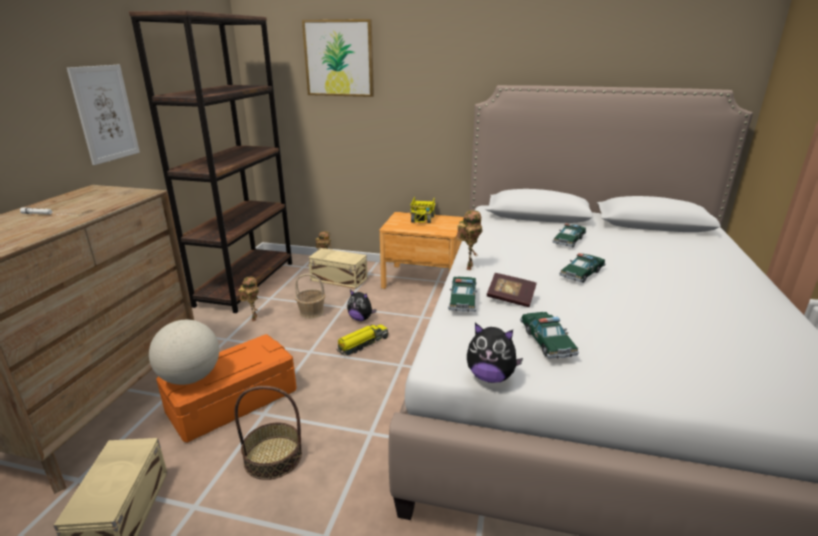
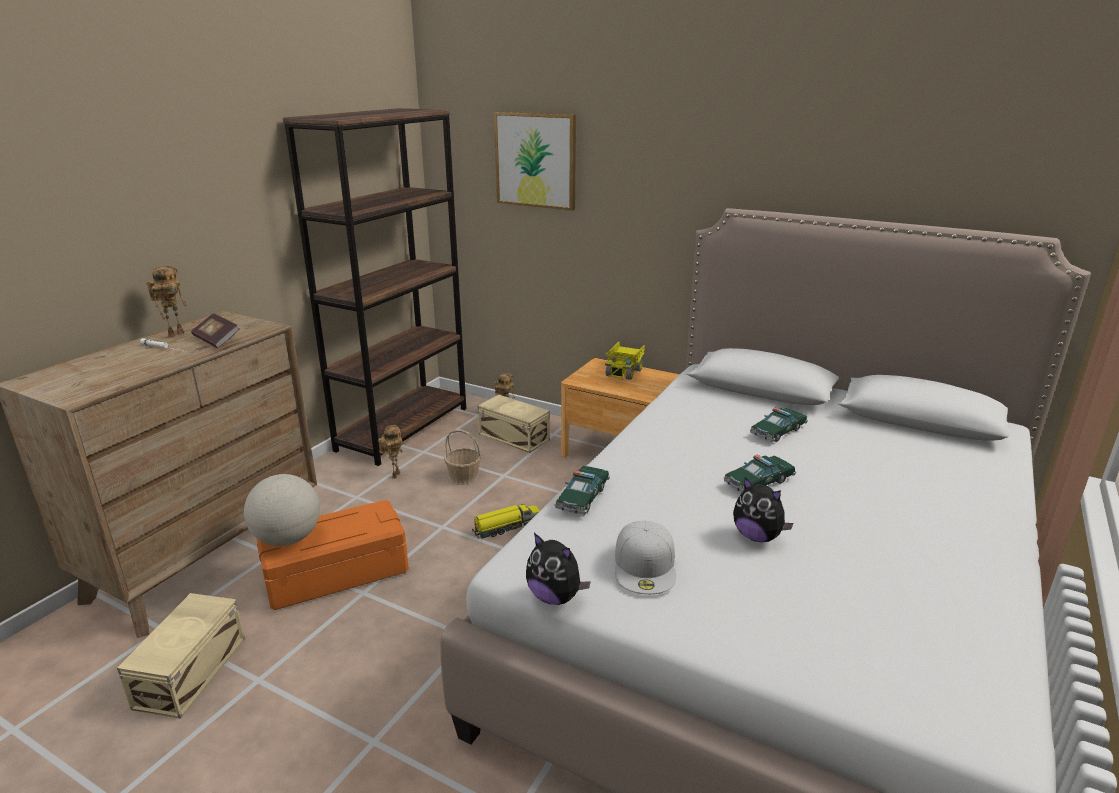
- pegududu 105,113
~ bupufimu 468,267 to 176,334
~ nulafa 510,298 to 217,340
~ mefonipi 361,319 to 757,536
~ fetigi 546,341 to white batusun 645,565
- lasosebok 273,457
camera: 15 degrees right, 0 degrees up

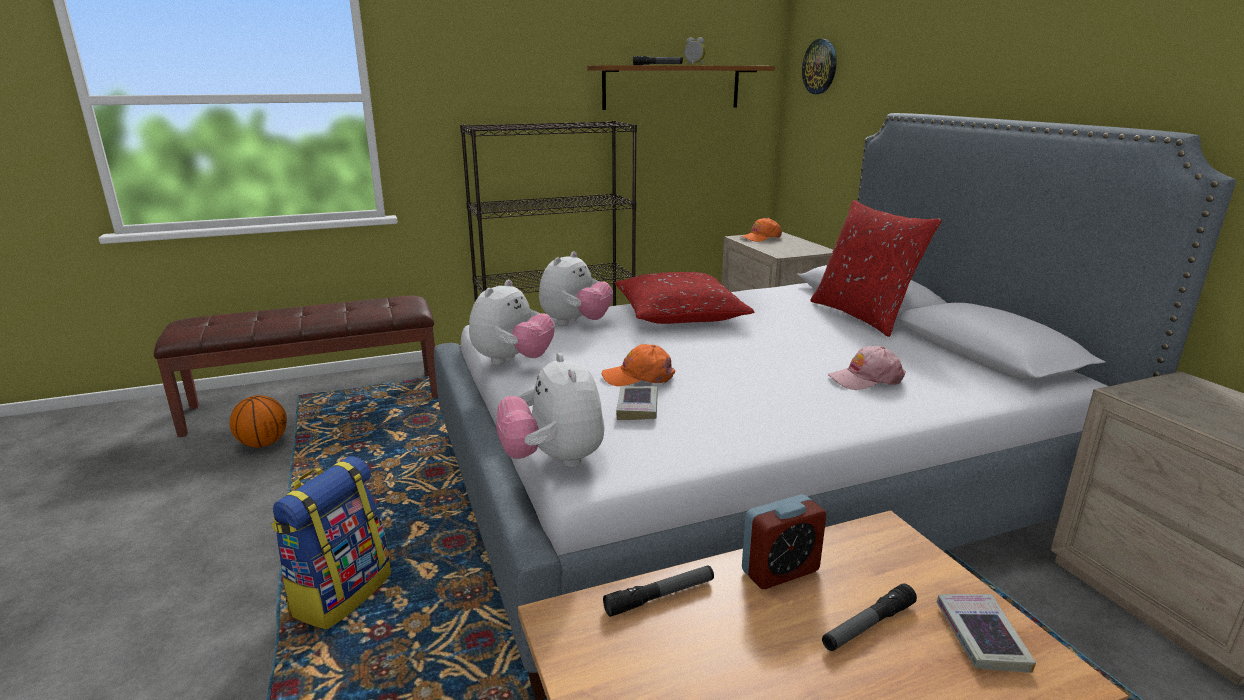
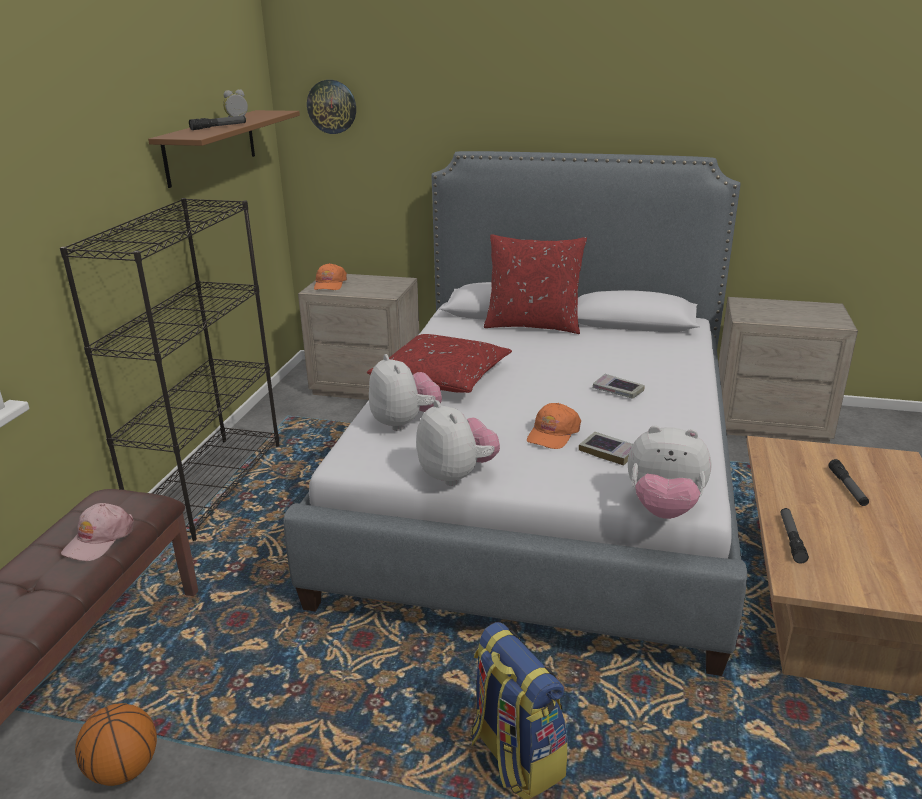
~ pink batusun 865,379 to 99,539
- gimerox 780,571
~ nulafa 981,637 to 618,390
camera: 55 degrees left, 5 degrees up

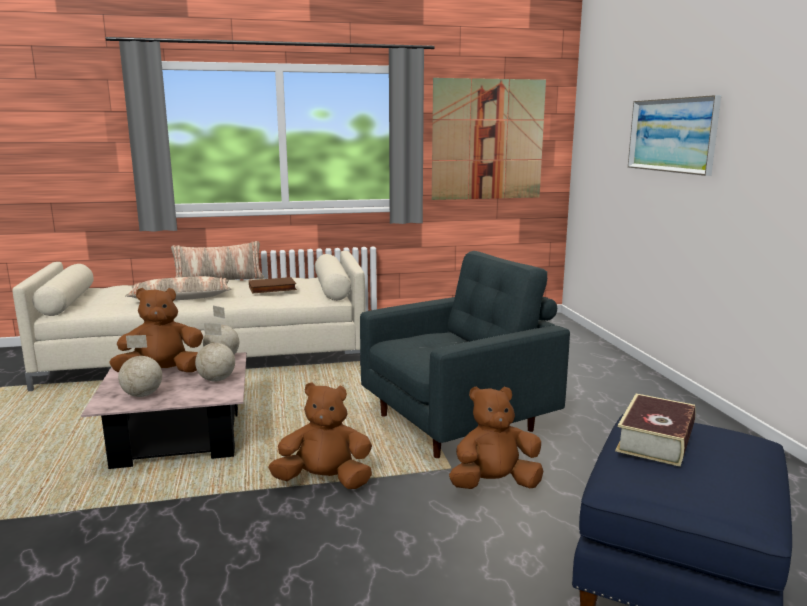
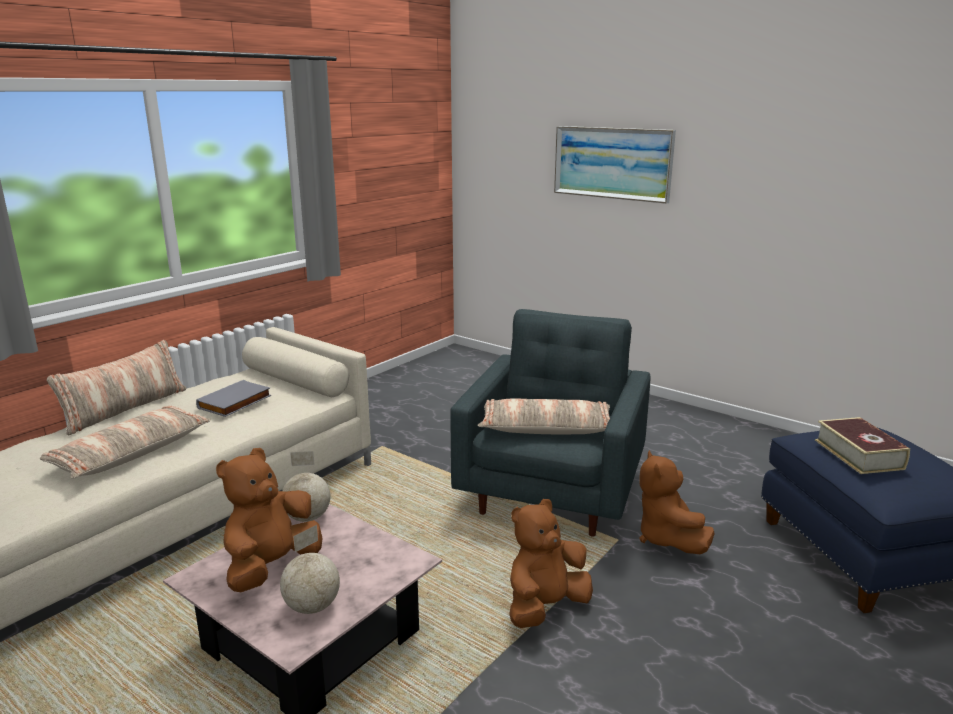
- pegududu 488,140
~ brown nulafa 272,289 to grey nulafa 235,402
- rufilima 217,380
~ brown mefonipi 494,484 = 667,538 45 degrees counterclockwise
+ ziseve 546,428
camera: 40 degrees left, 5 degrees up

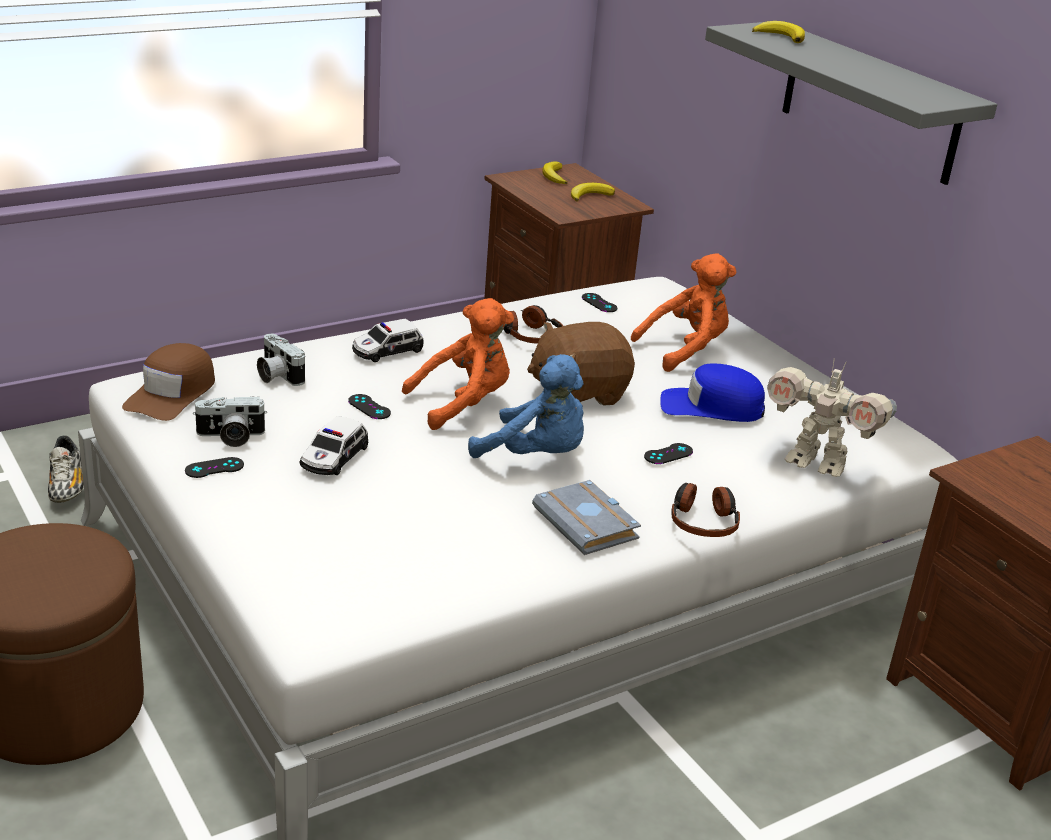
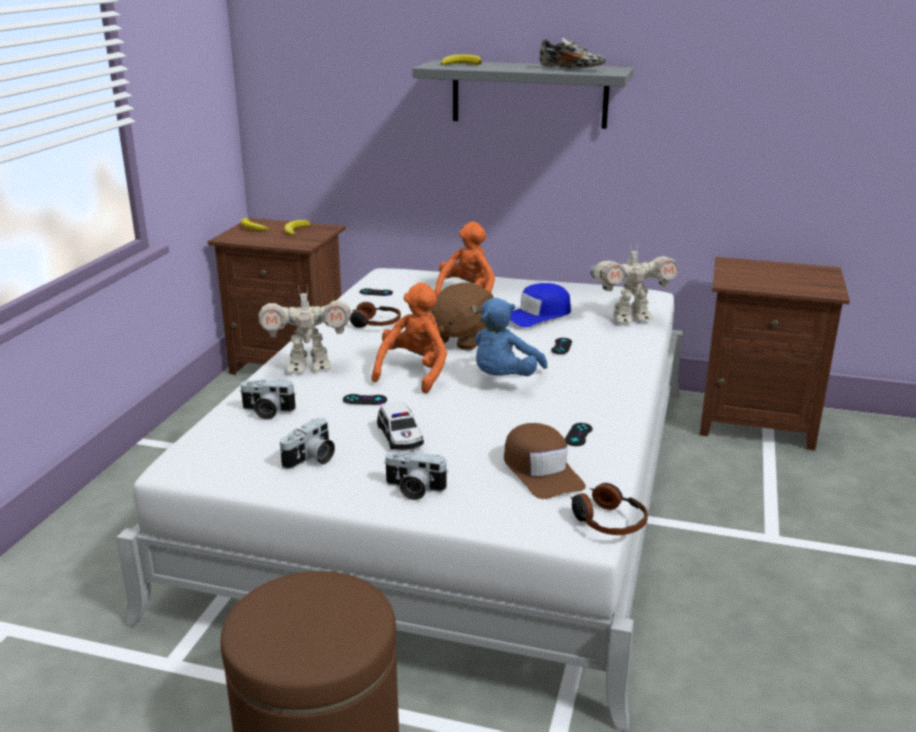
~ fetigi 387,350 to bupufimu 309,366
~ brown batusun 172,393 to 541,471
~ blue mefonipi 536,456 = 504,379 135 degrees clockwise
~ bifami 67,486 to 571,69
~ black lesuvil 214,468 to 578,435
- grey nulafa 589,524
~ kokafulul 703,521 to 607,520
+ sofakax 413,489
camera: 40 degrees left, 5 degrees down

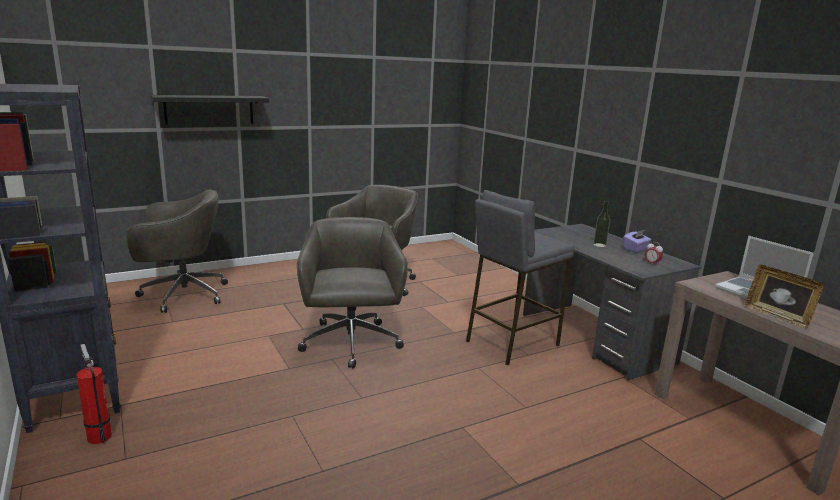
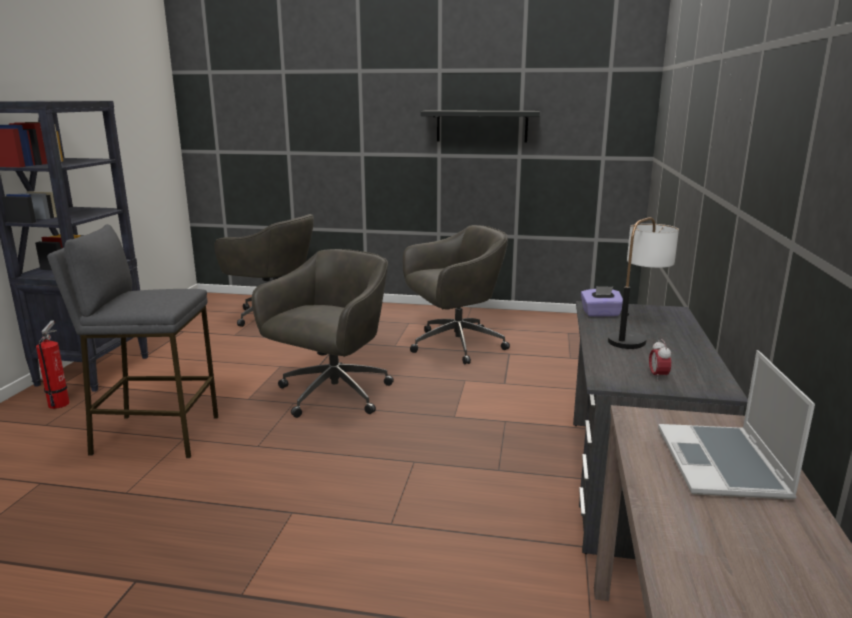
~ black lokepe 209,109 to 482,126
~ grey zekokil 511,343 to 156,435
~ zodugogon 599,245 to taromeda 636,336
~ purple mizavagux 635,249 to 601,314
- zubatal 777,316
camera: 40 degrees right, 0 degrees up

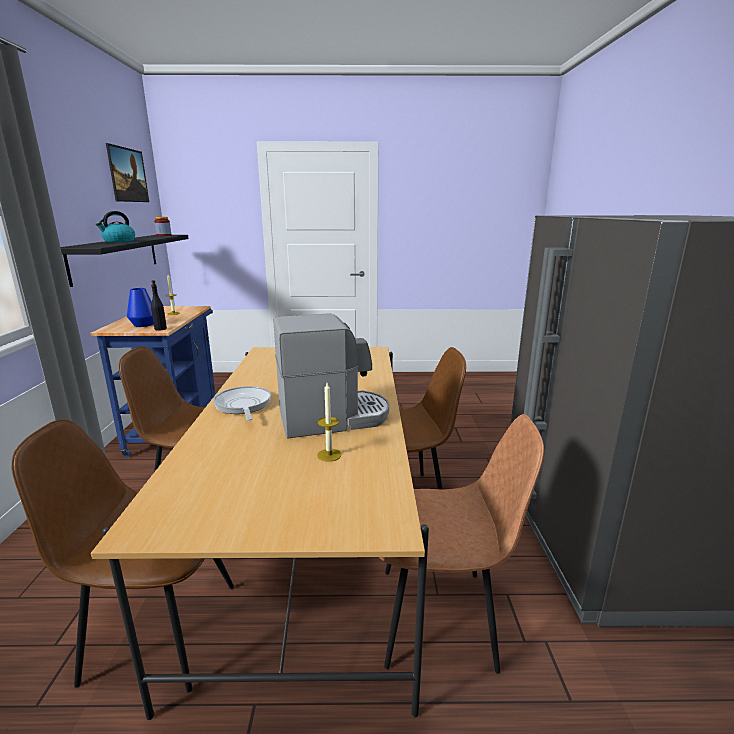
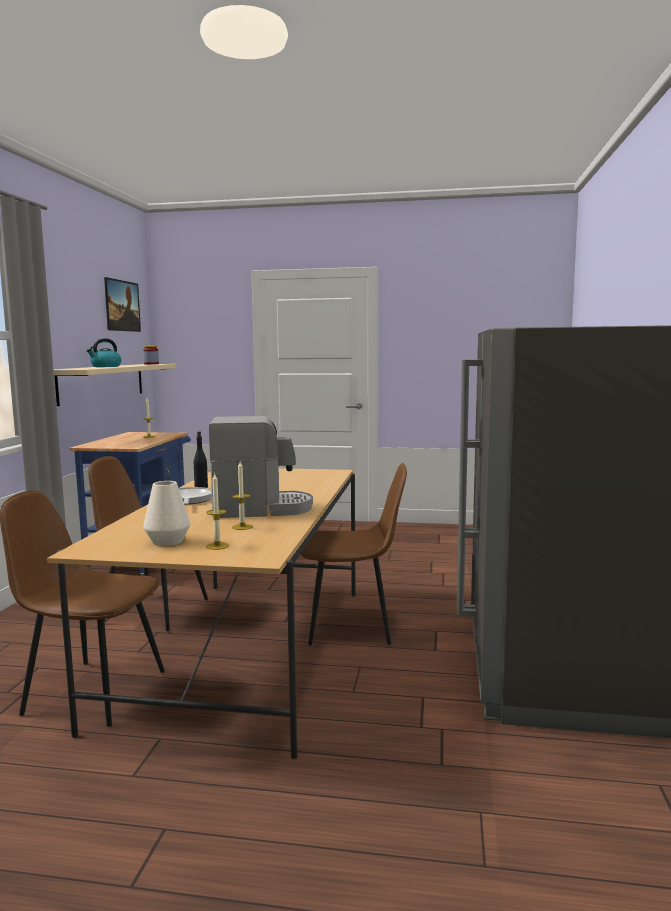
~ black lokepe 116,257 to beige lokepe 102,382
~ black zodugogon 160,329 to 201,487
- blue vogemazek 143,325
- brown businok 440,617
+ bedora 217,546
+ white vogemazek 167,542
camera: 10 degrees right, 10 degrees down

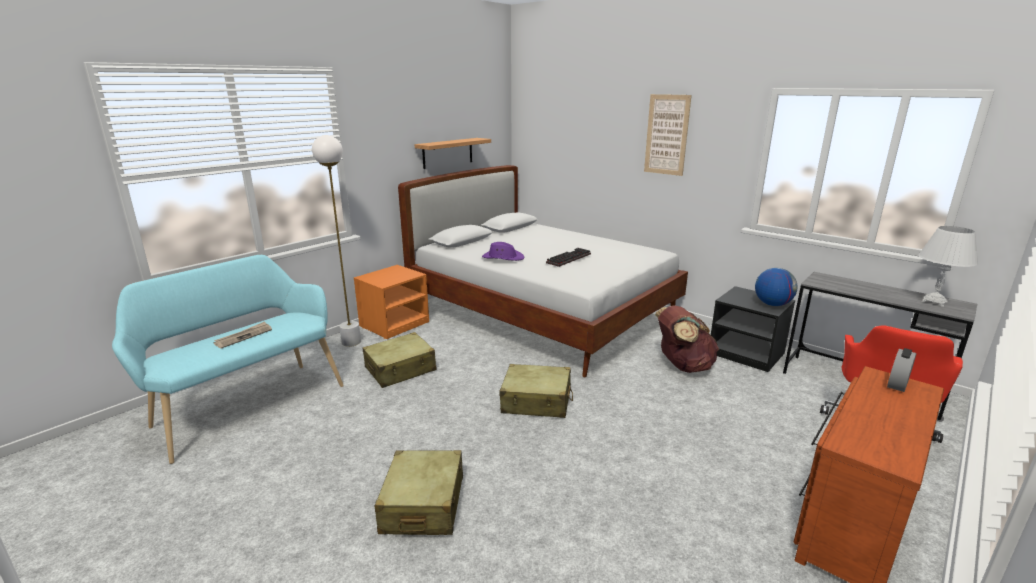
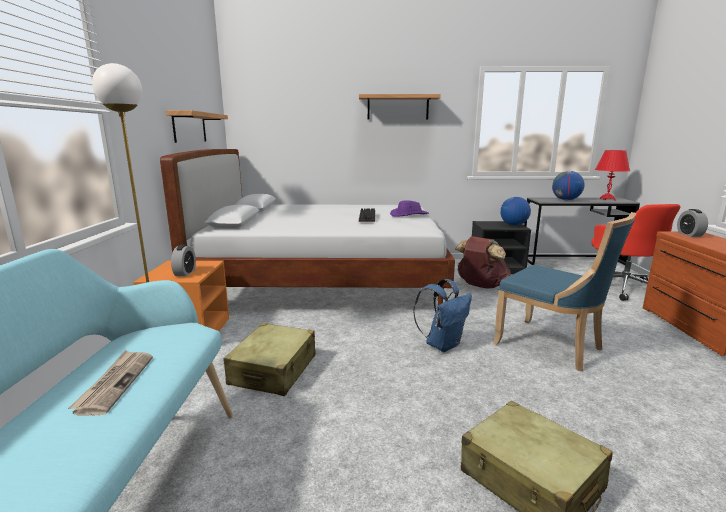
~ pegududu 666,135 to lokepe 398,107
~ white taromeda 934,302 to red taromeda 607,199
~ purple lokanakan 502,258 to 409,215
~ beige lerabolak 536,401 to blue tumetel 442,344
+ rufilima 566,200
+ blue businok 552,346
+ gimerox 185,273
camera: 40 degrees left, 5 degrees down

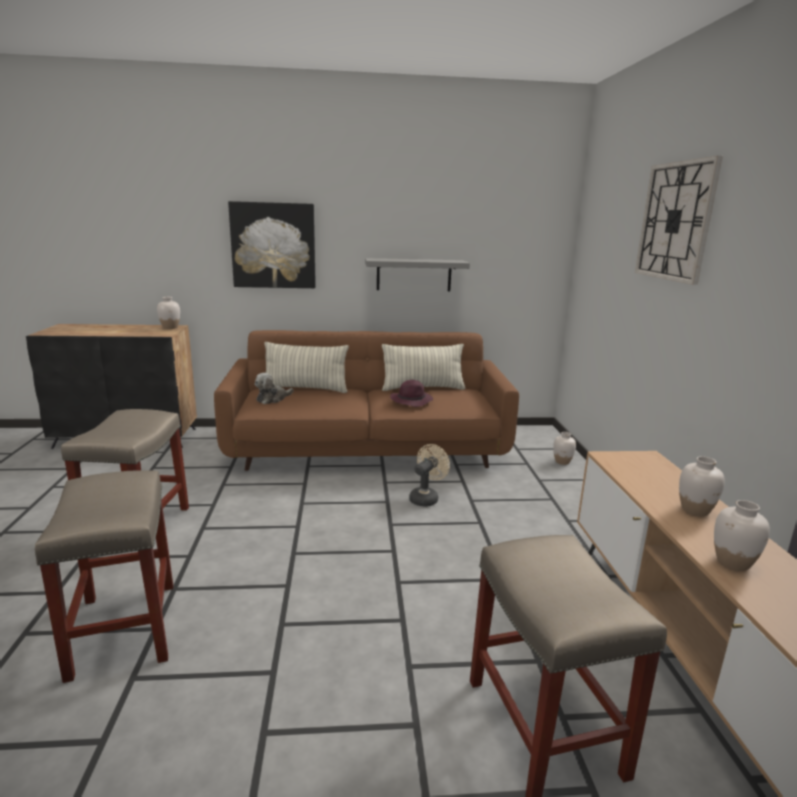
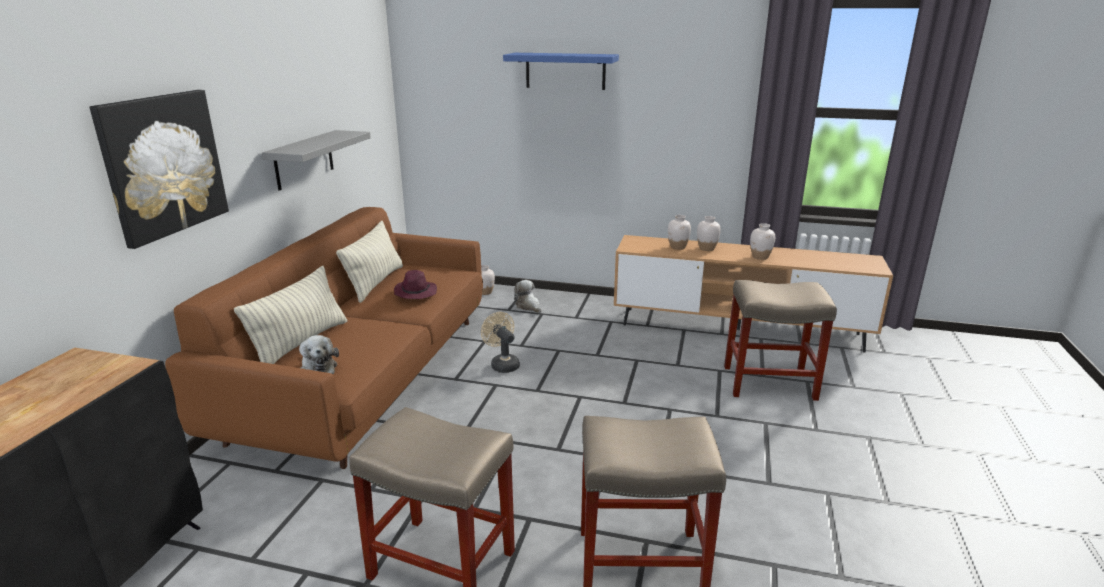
~ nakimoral 675,221 to blue lokepe 565,71
~ white vogemazek 170,327 to 678,247
+ mefonipi 528,306
camera: 70 degrees left, 5 degrees up

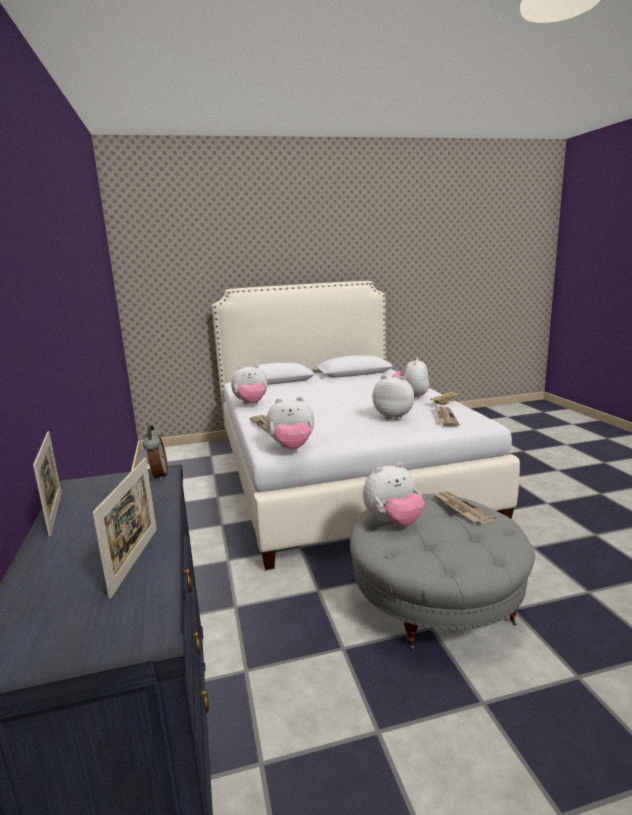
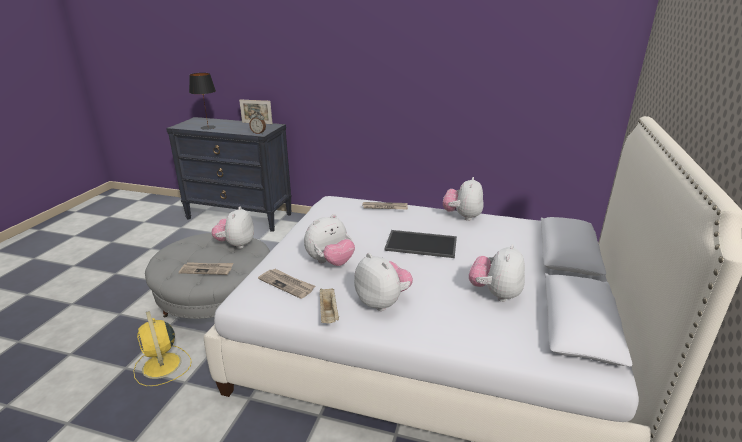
~ mefonipi 292,448 to 495,294
~ zubatal 135,560 to black taromeda 208,127
+ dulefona 422,243
+ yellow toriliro 162,366
camera: 120 degrees right, 10 degrees up

